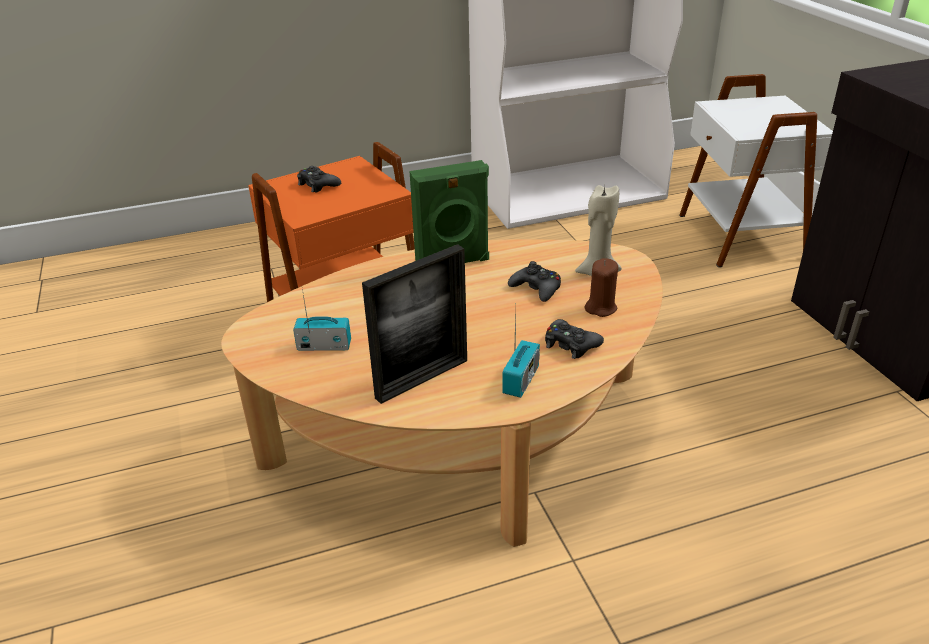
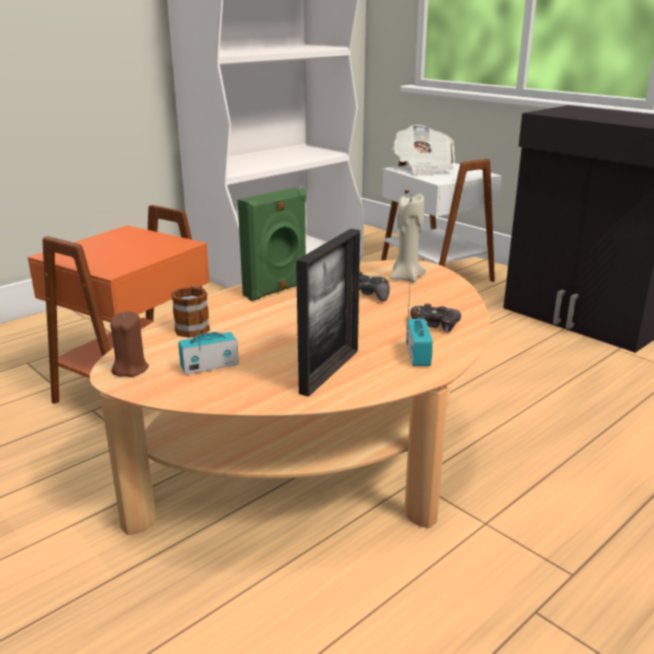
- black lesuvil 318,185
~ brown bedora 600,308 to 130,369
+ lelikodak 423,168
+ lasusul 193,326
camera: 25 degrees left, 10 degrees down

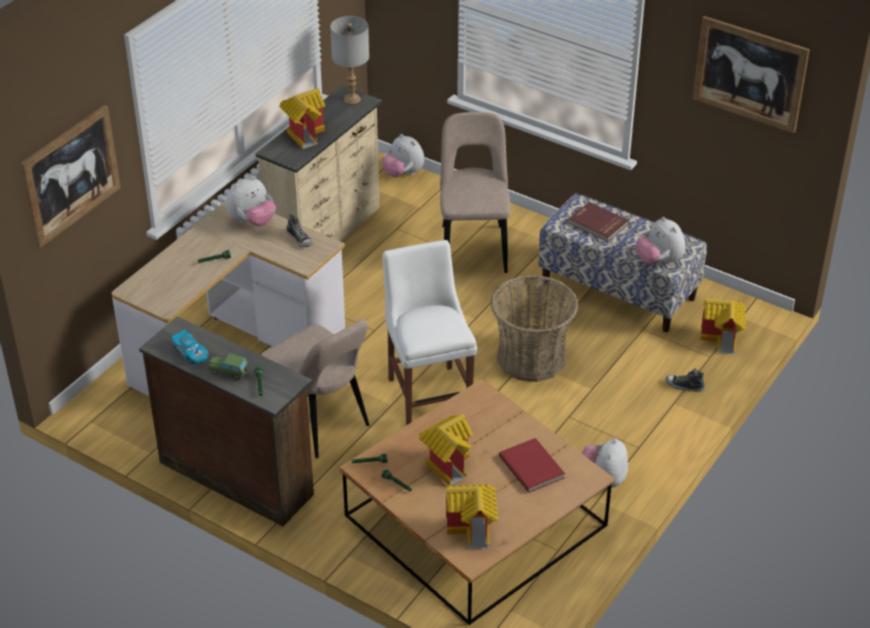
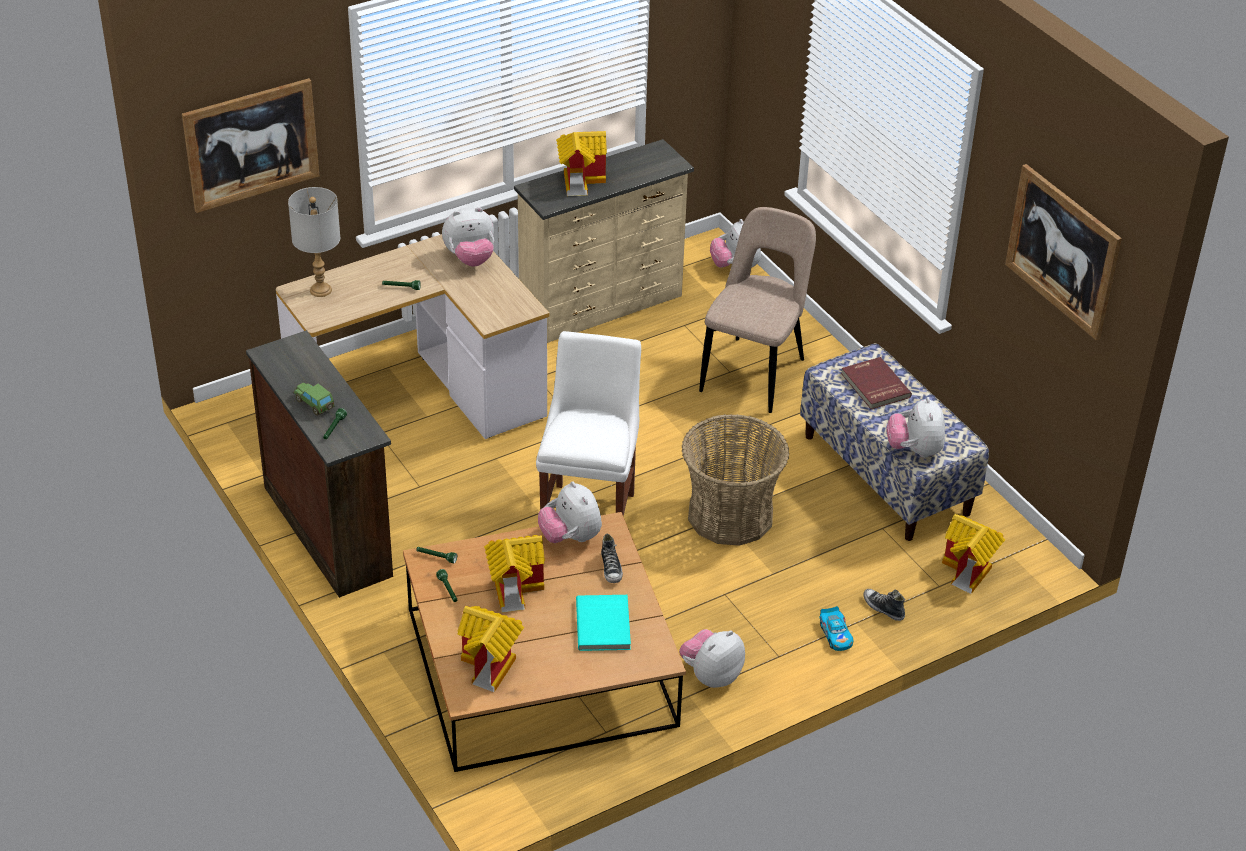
~ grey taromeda 352,99 to 321,290
~ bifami 300,239 to 611,568
- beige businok 319,422
~ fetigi 191,352 to 835,635
~ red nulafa 532,467 to turquoise nulafa 604,625
+ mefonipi 570,537
camera: 25 degrees right, 0 degrees up

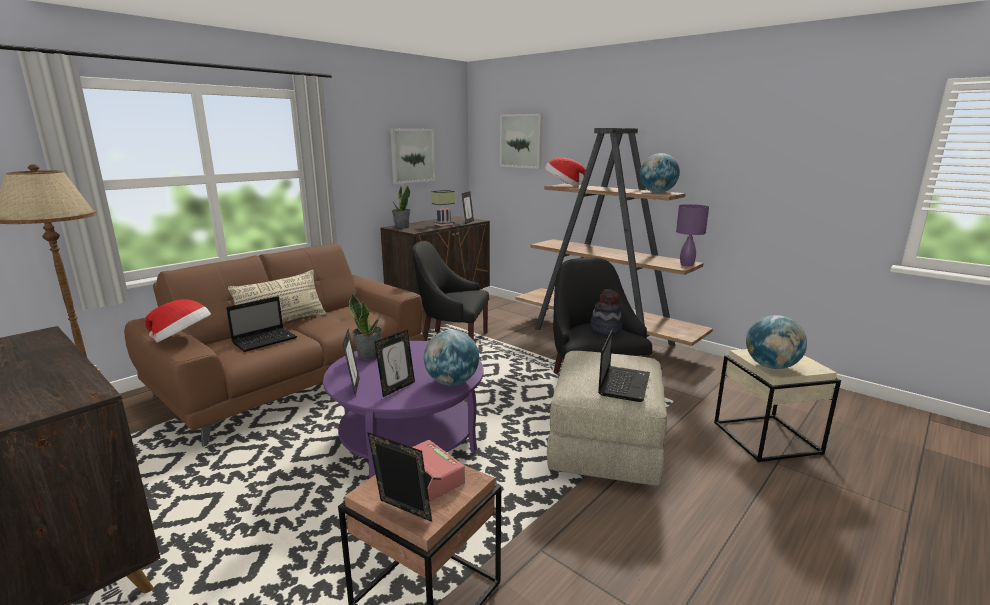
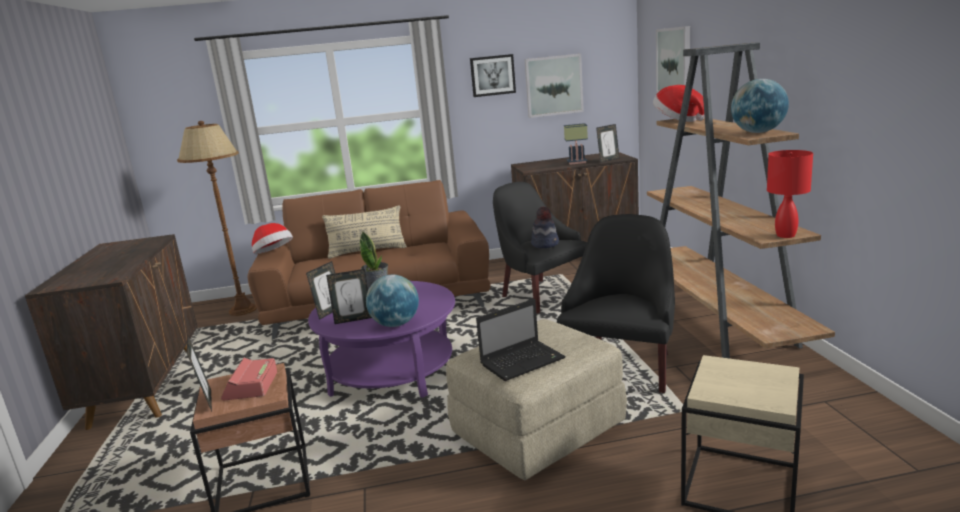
- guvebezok 401,227
~ purple taromeda 686,264 to red taromeda 785,235
~ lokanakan 605,330 to 545,244
- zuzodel 265,340
- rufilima 771,366
+ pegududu 492,75
camera: 40 degrees right, 0 degrees up

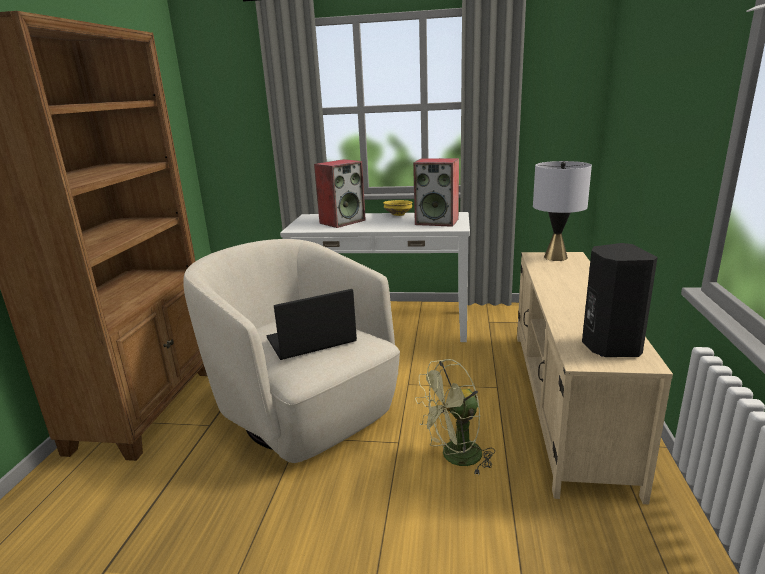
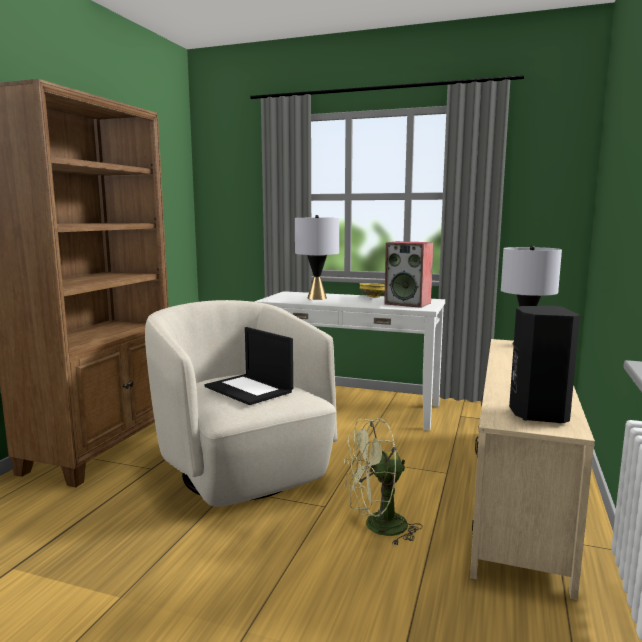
~ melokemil 342,221 to grey taromeda 317,298
~ zuzodel 310,340 = 250,389 120 degrees counterclockwise
camera: 10 degrees right, 10 degrees down

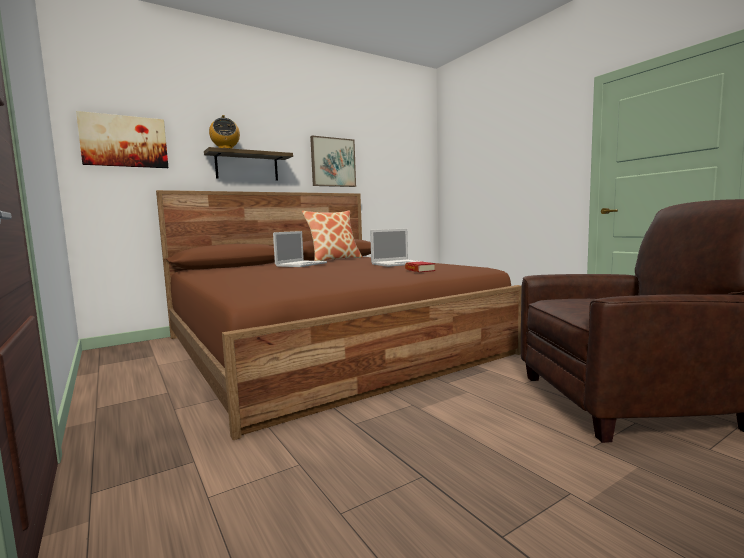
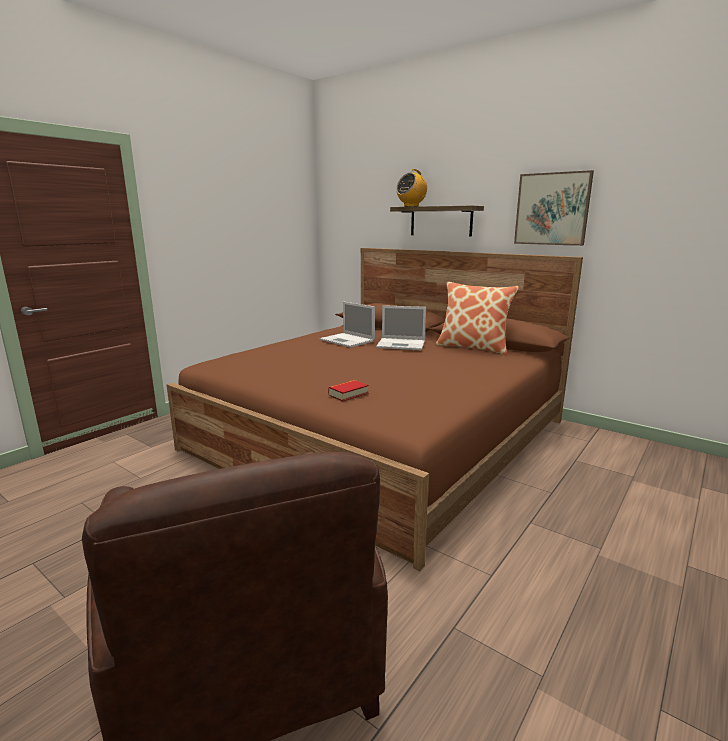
- pegududu 124,141
~ zuzodel 398,263 to 348,340
camera: 70 degrees right, 10 degrees up

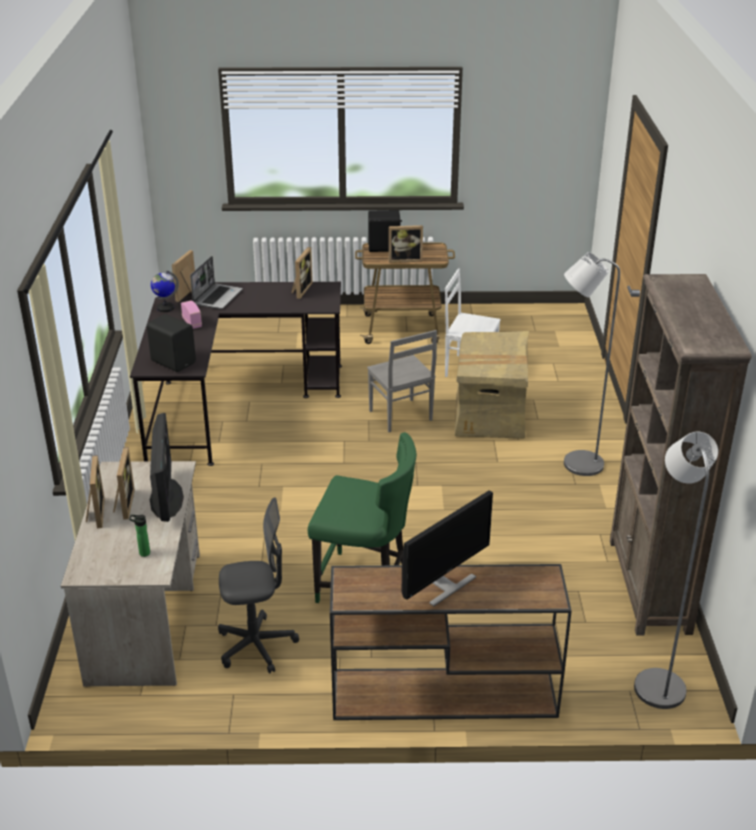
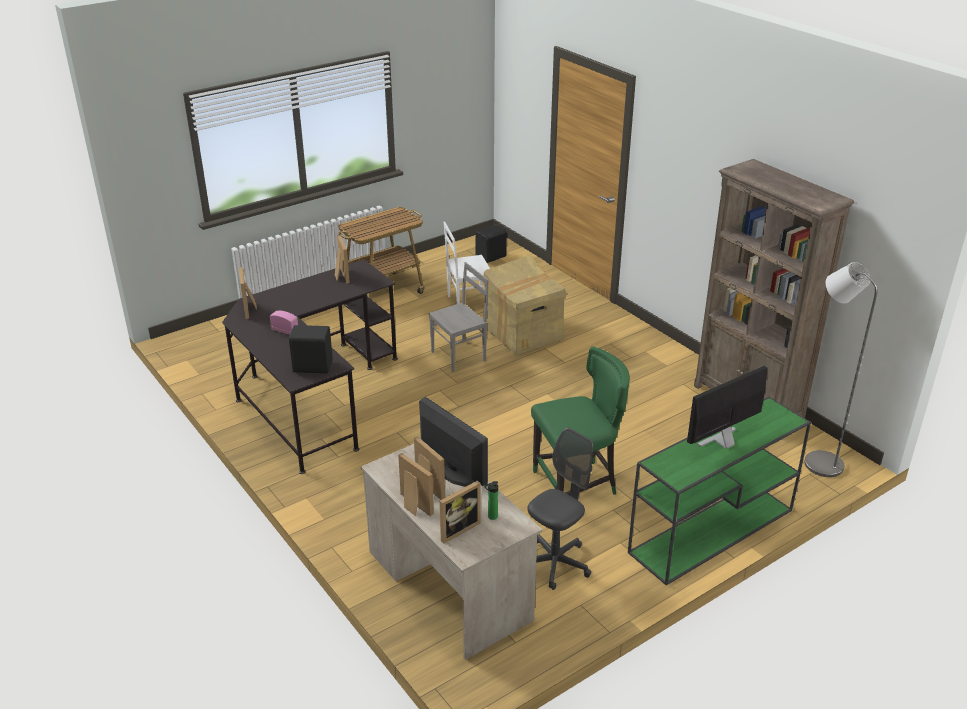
~ black melokemil 384,248 to 491,257
~ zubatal 405,259 to 457,529
- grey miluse 575,464
- zuzodel 217,297
- rufilima 165,308
~ grey businok 400,416 = 459,356 60 degrees counterclockwise
~ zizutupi 445,585 = 723,441 135 degrees counterclockwise
~ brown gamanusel 441,694 to green gamanusel 710,532
camera: 35 degrees left, 0 degrees up

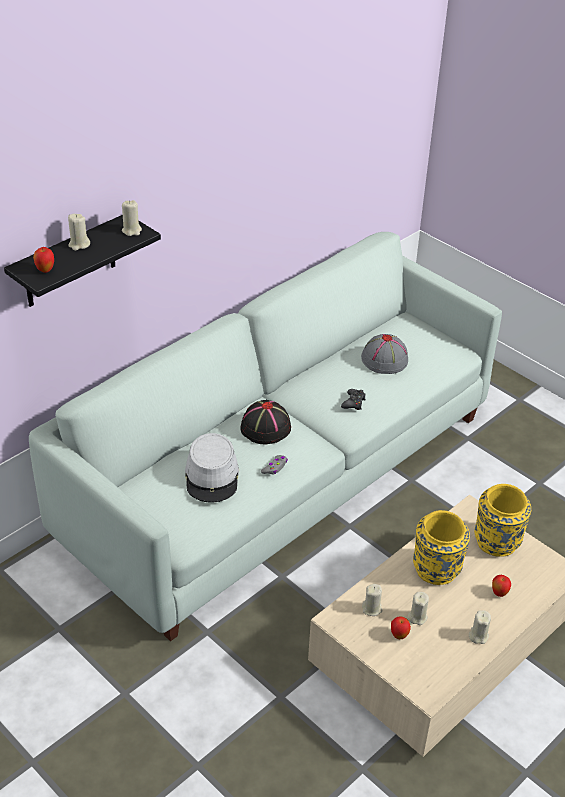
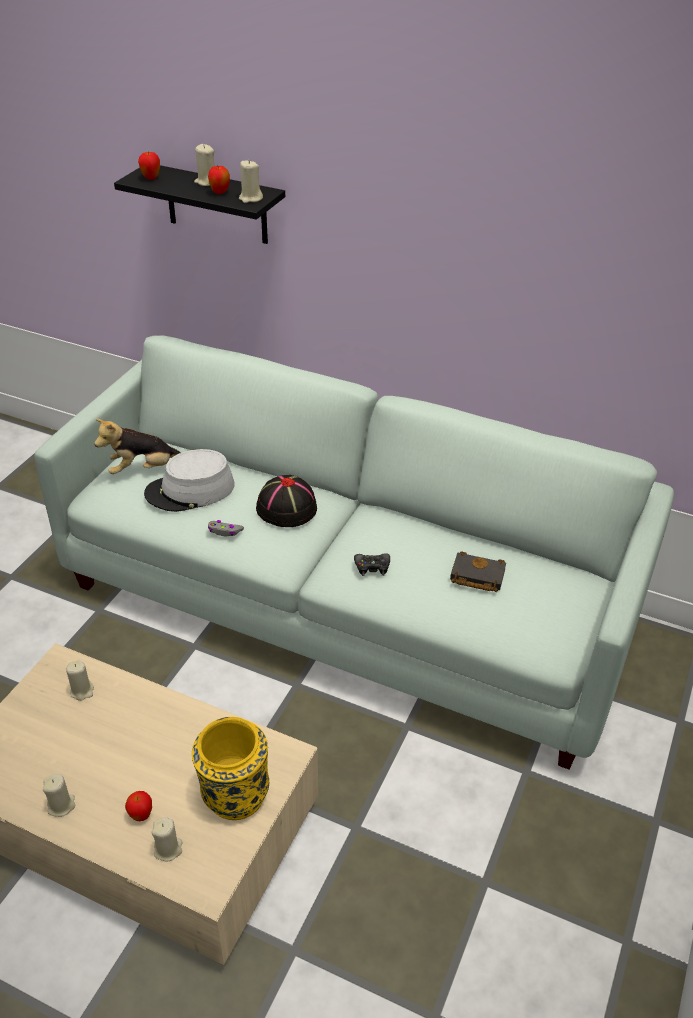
~ grey lokanakan 385,360 to black nulafa 475,576
- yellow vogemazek 436,570
~ beige bedora 417,617 to 168,849
~ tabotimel 399,635 to 220,193
+ mefonipi 144,469
camera: 70 degrees right, 0 degrees up

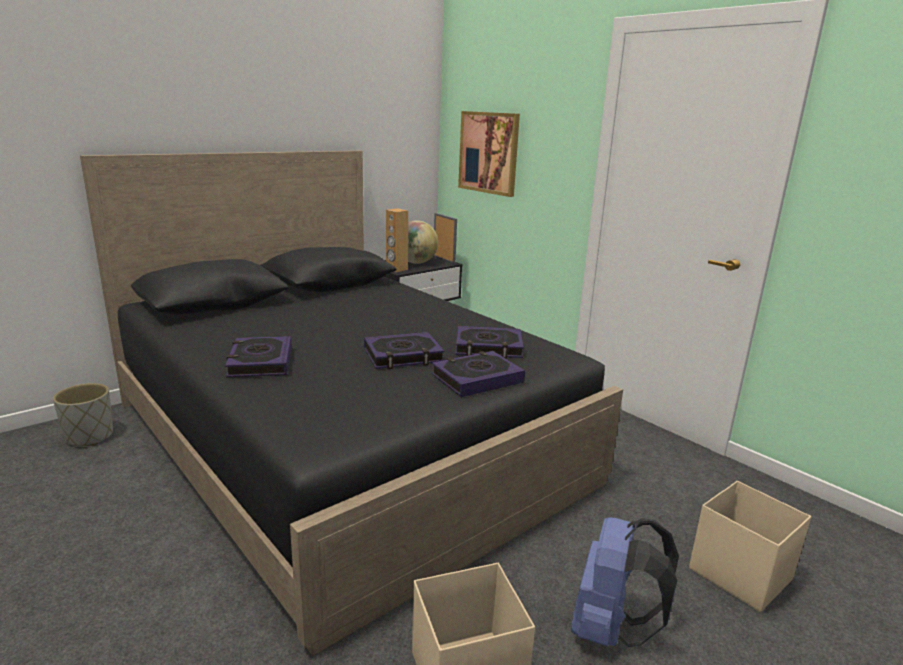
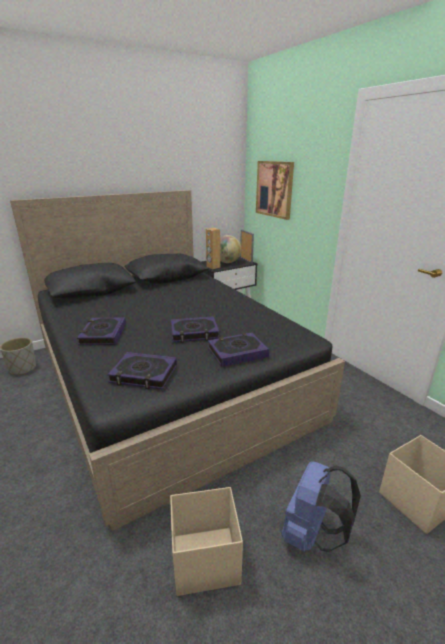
~ nulafa 488,347 to 144,374
camera: 10 degrees right, 5 degrees up

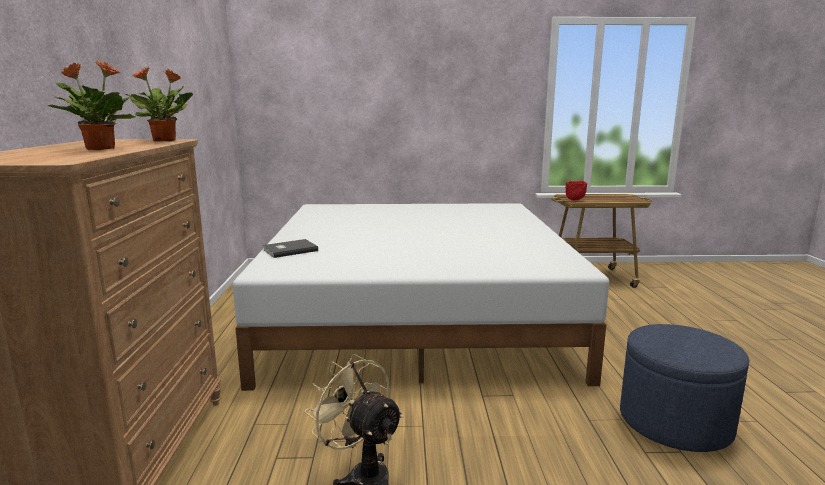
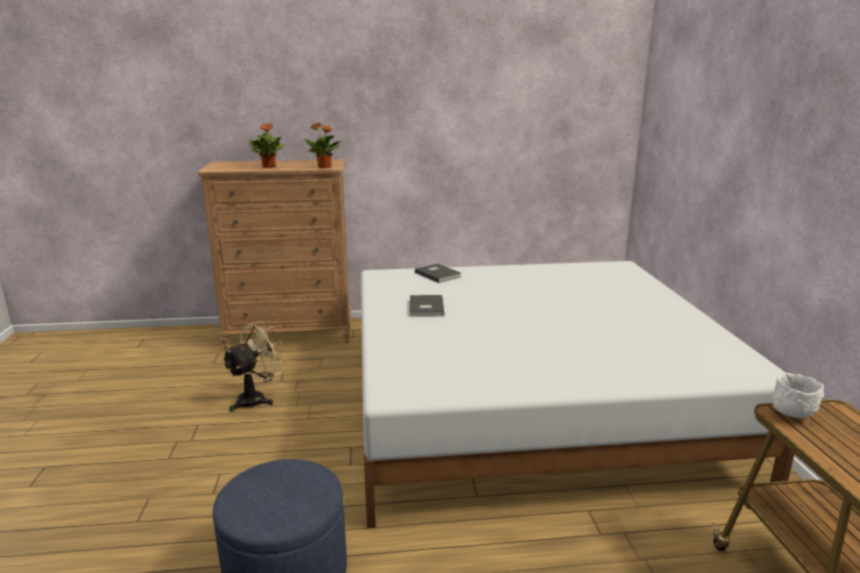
~ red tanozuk 575,200 to white tanozuk 791,415
+ grey nulafa 425,308
camera: 85 degrees right, 5 degrees up

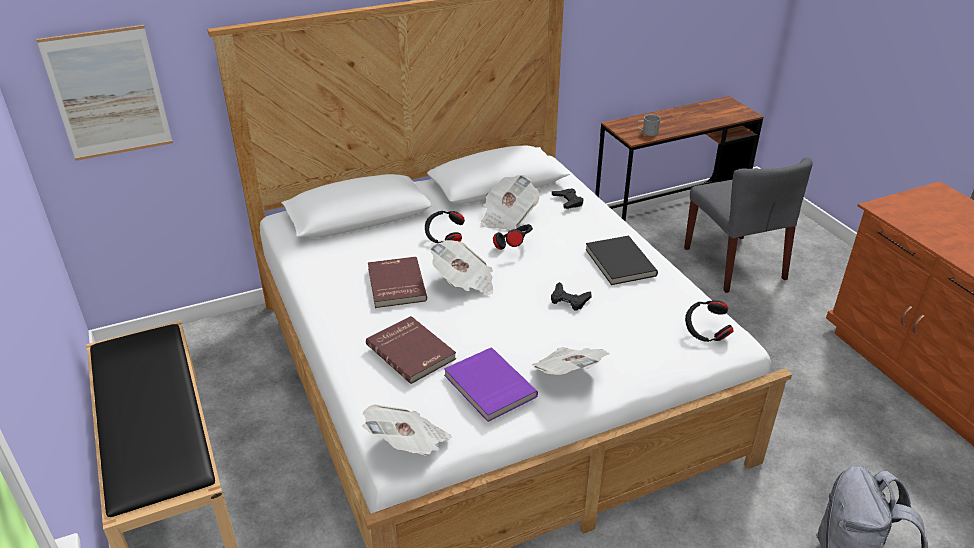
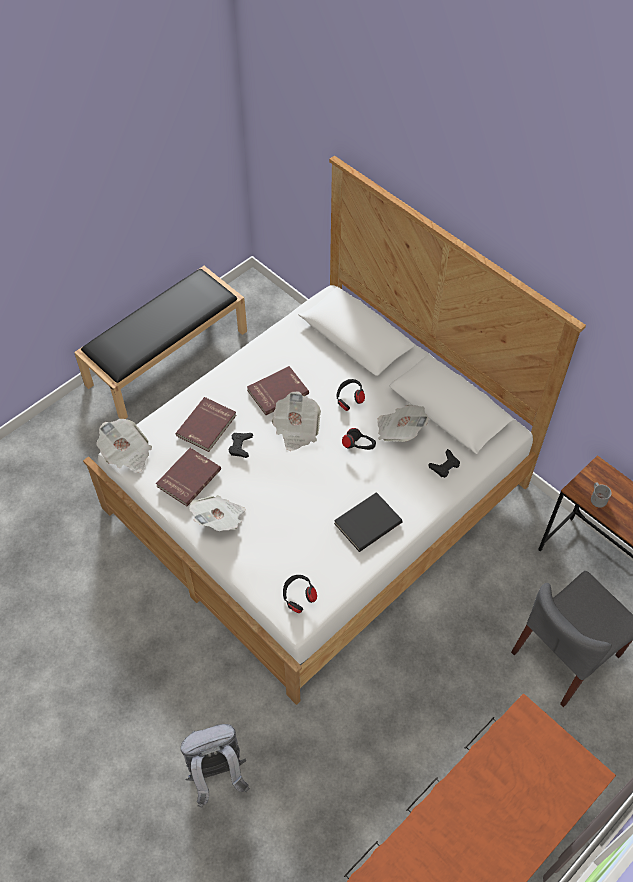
- pegududu 108,93
~ black lesuvil 569,300 to 240,446
~ purple nulafa 488,387 to red nulafa 188,477
camera: 70 degrees right, 20 degrees up

